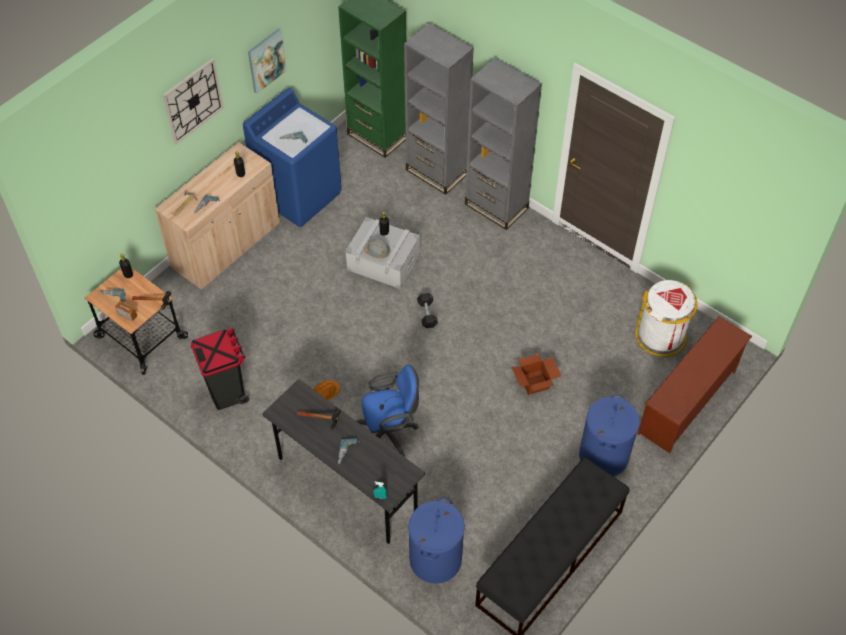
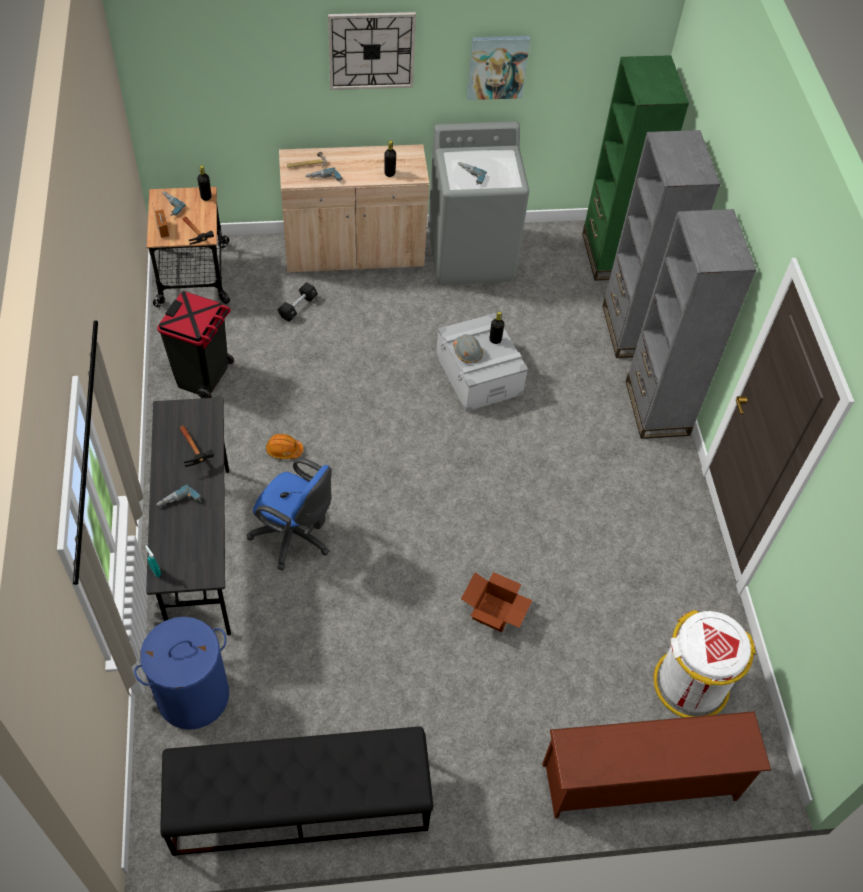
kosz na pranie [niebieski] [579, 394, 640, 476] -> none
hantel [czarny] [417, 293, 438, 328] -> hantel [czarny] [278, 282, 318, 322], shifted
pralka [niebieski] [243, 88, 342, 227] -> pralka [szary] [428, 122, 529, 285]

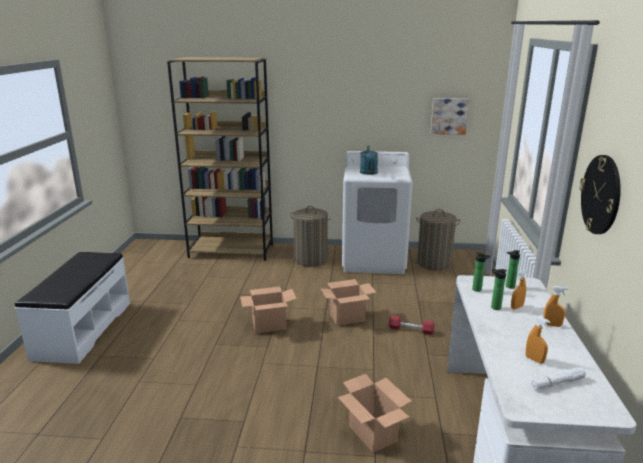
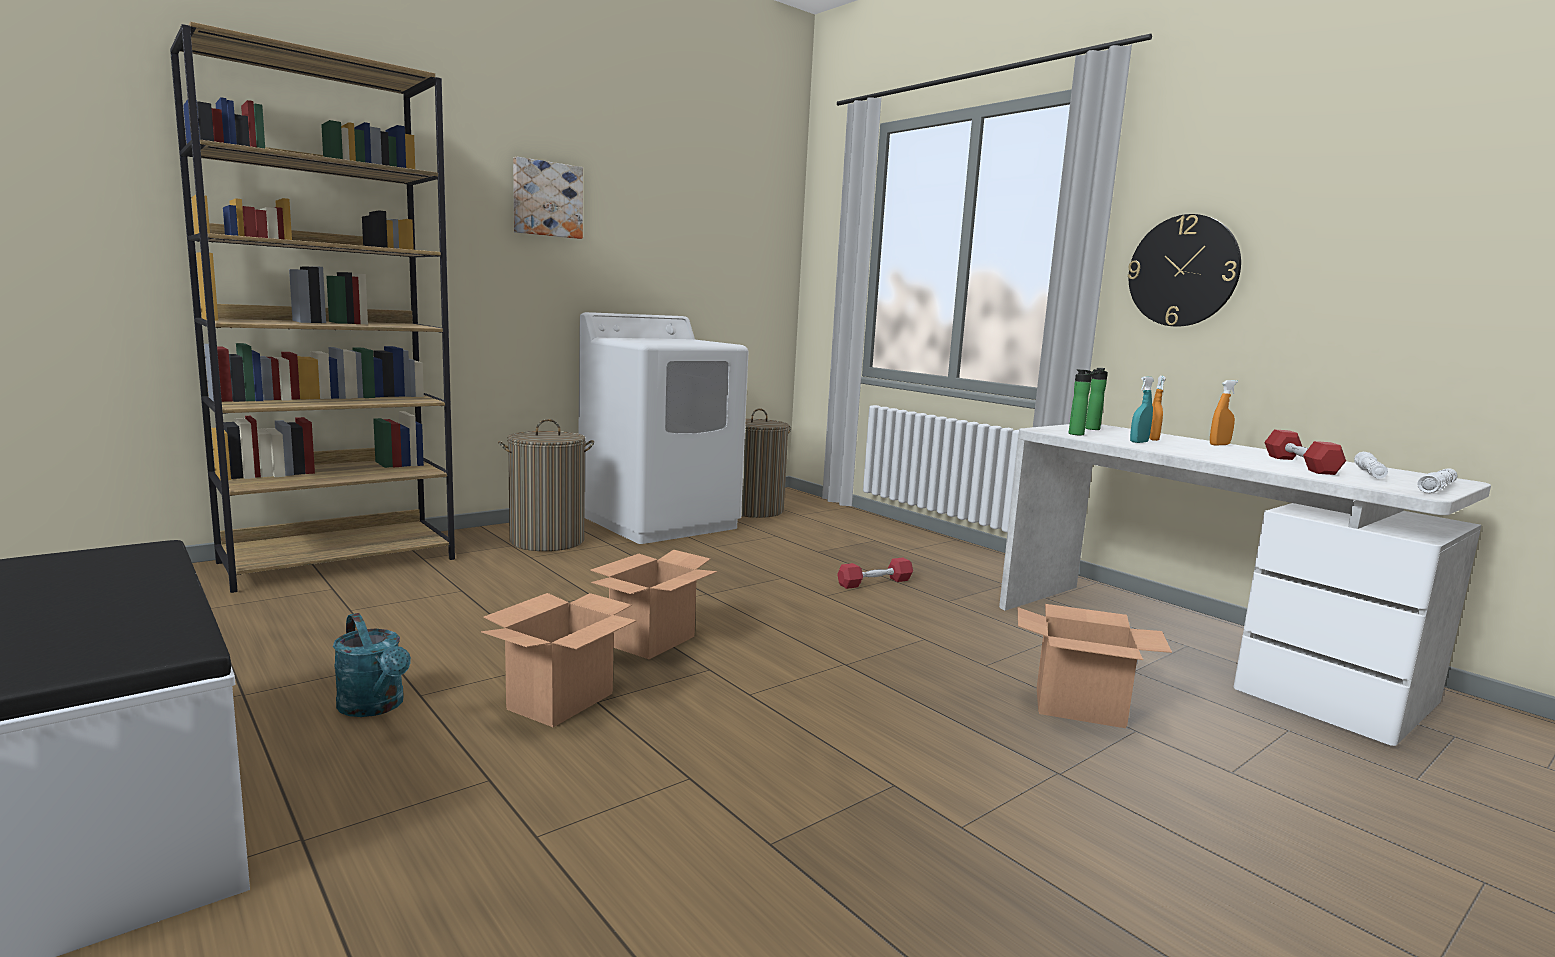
none -> latarka [biały] [1417, 468, 1457, 493]
karton [320, 279, 377, 326] -> karton [481, 593, 637, 727], shifted
konewka [turkusowy] [360, 146, 378, 175] -> konewka [turkusowy] [333, 613, 411, 717], shifted
obraz [431, 98, 469, 135] -> obraz [513, 157, 583, 239], shifted
butelka [491, 269, 507, 310] -> spryskiwacz [turkusowy] [1130, 376, 1154, 443]
spryskiwacz [pomarańczowy] [526, 316, 550, 364] -> hantel [czerwony] [1264, 429, 1346, 475]

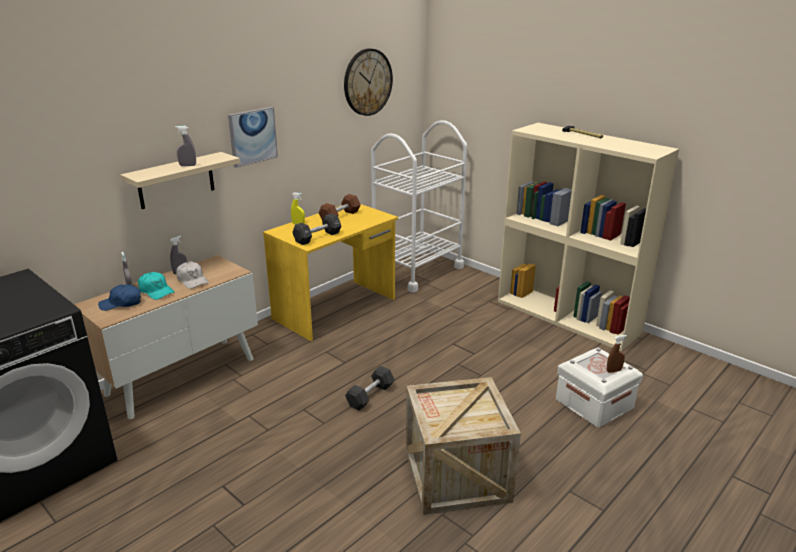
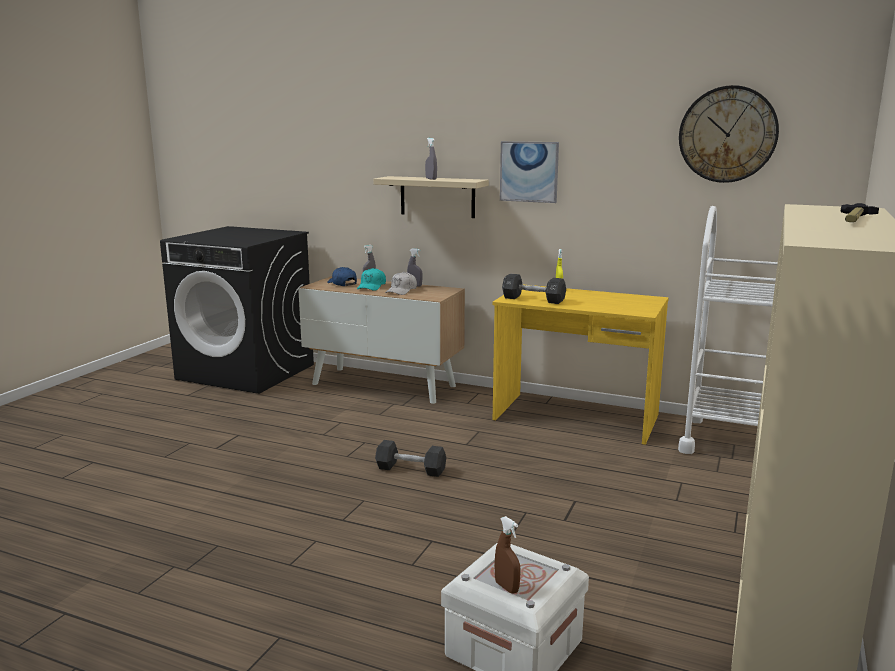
hantel [brązowy] [318, 194, 361, 222] -> none
skrzynka [406, 377, 521, 515] -> none

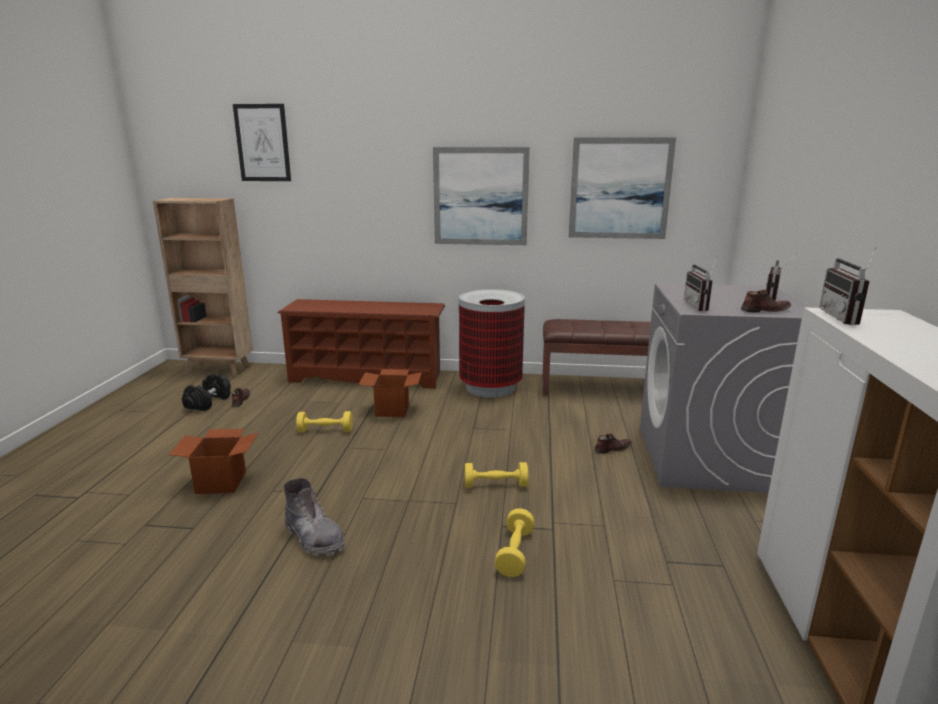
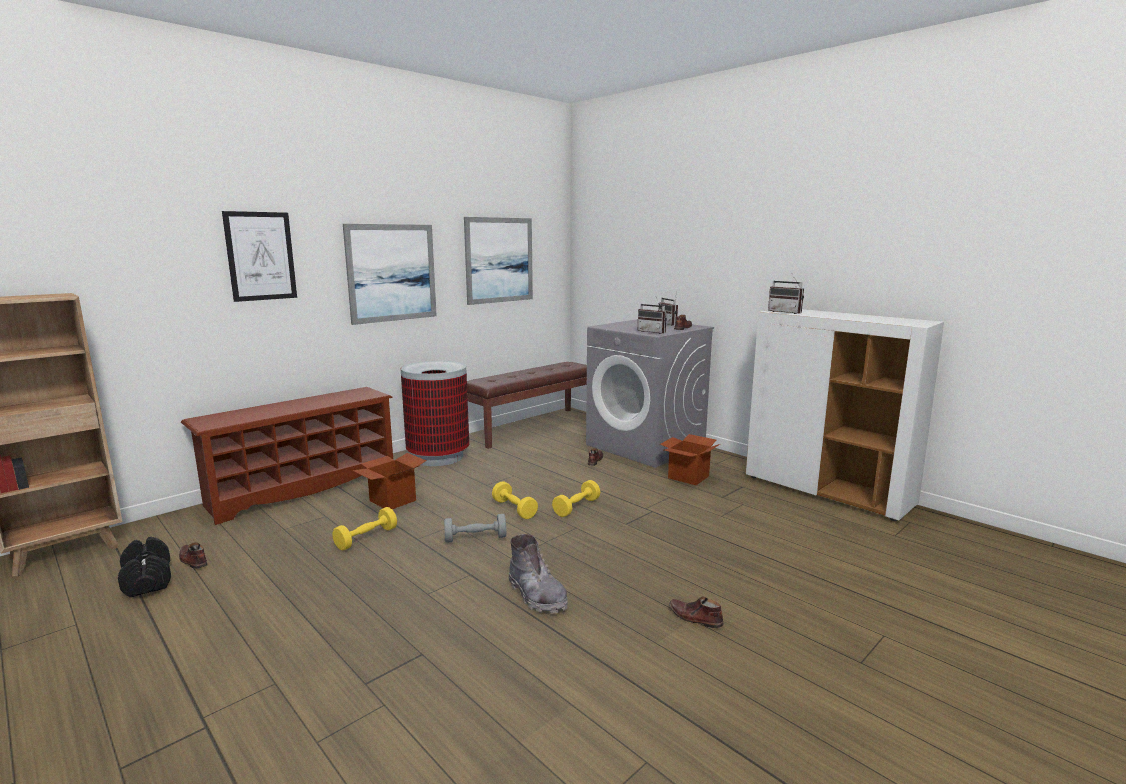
none -> hantel [szary] [444, 514, 506, 543]
none -> but [brązowy] [669, 596, 724, 628]
karton [169, 429, 258, 494] -> karton [660, 434, 720, 485], shifted
obraz [233, 104, 291, 181] -> obraz [222, 211, 297, 302], shifted
hantel [żółty] [494, 508, 535, 577] -> hantel [żółty] [492, 482, 538, 519], shifted
but z cholewką [szary] [283, 478, 345, 557] -> but z cholewką [szary] [509, 534, 568, 614], 60 degrees clockwise

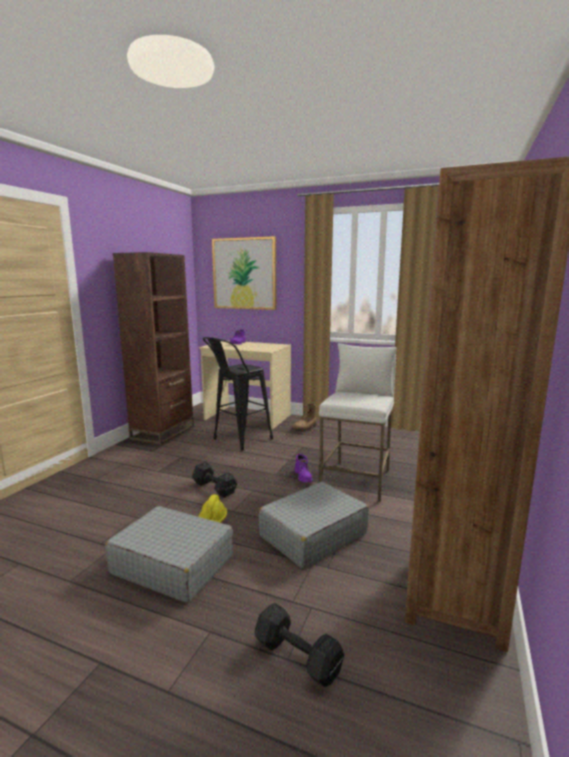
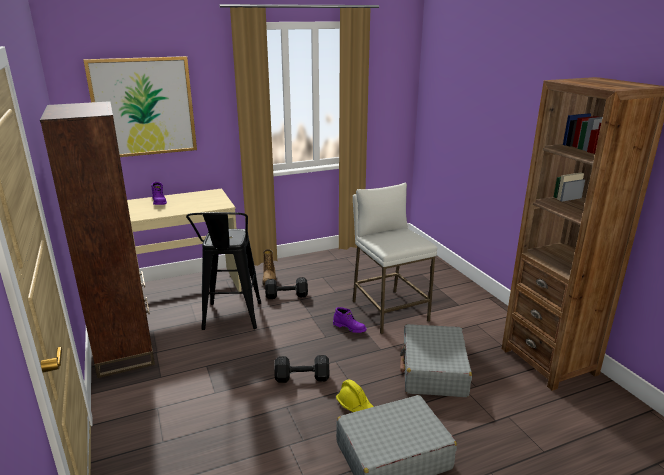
hantel [czarny] [255, 603, 344, 687] -> hantel [czarny] [265, 277, 308, 299], shifted

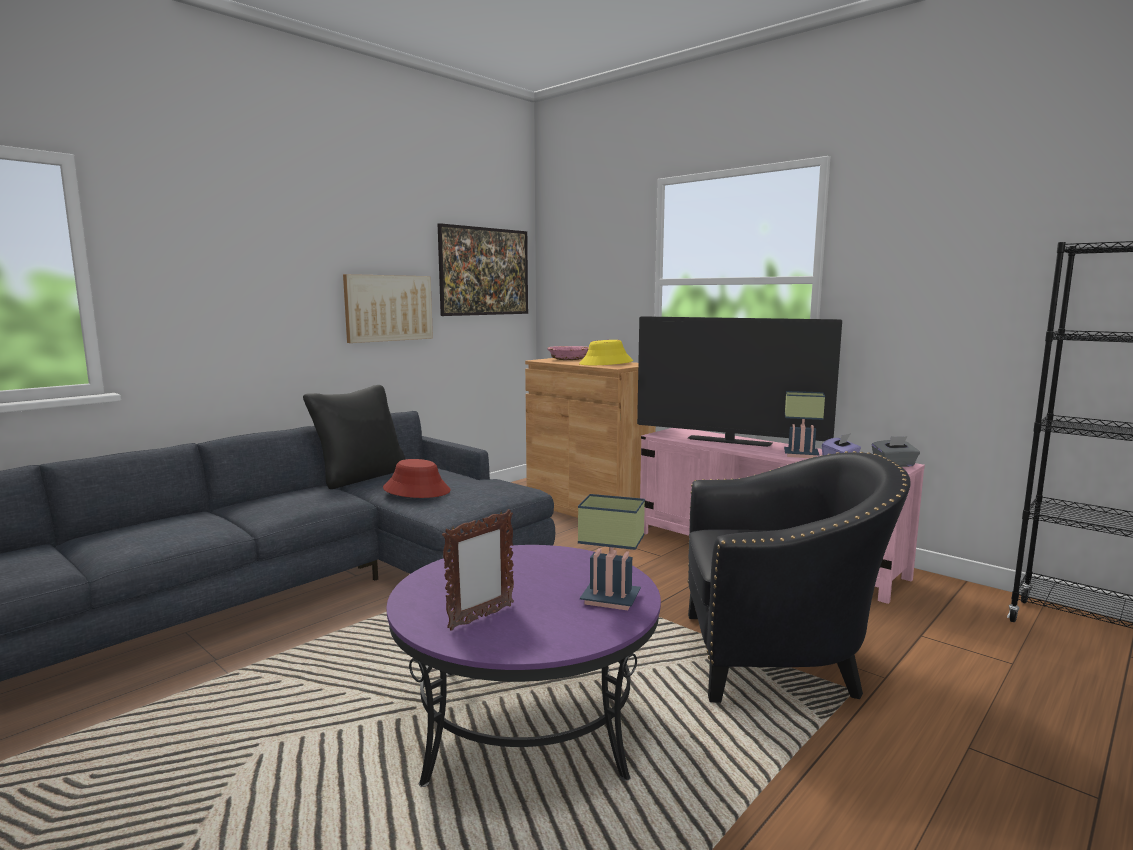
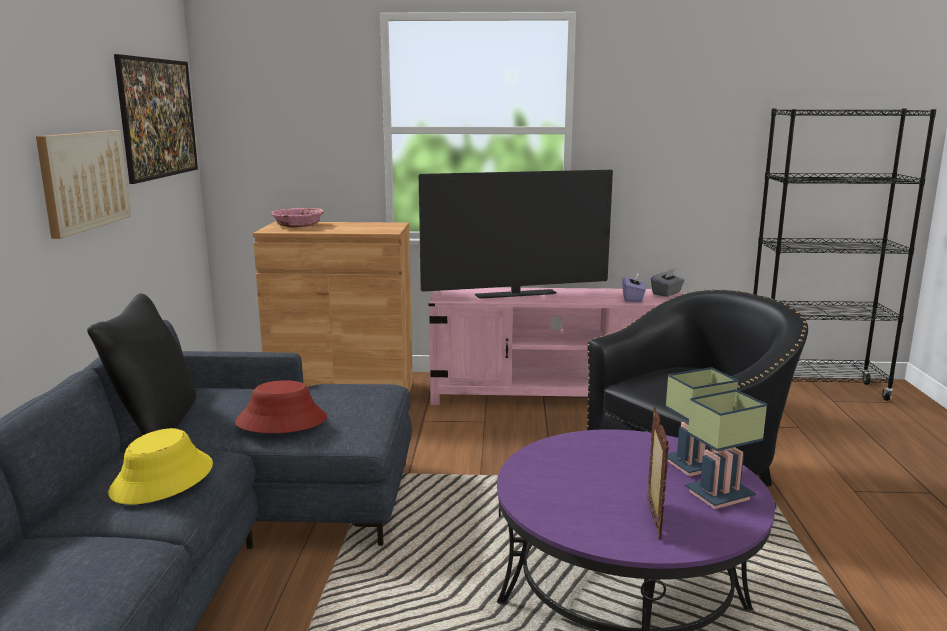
kapelusz [żółty] [579, 340, 633, 365] -> kapelusz [żółty] [108, 428, 213, 505], shifted
lampa stołowa [784, 391, 825, 458] -> lampa stołowa [685, 389, 767, 509], shifted

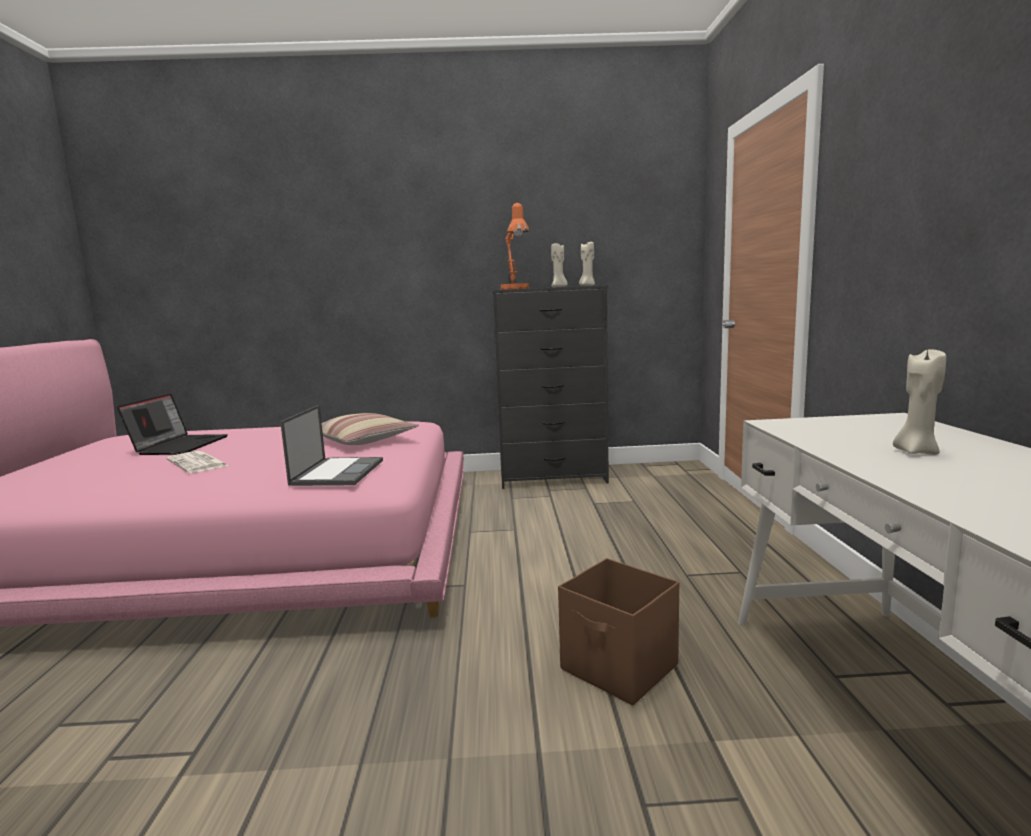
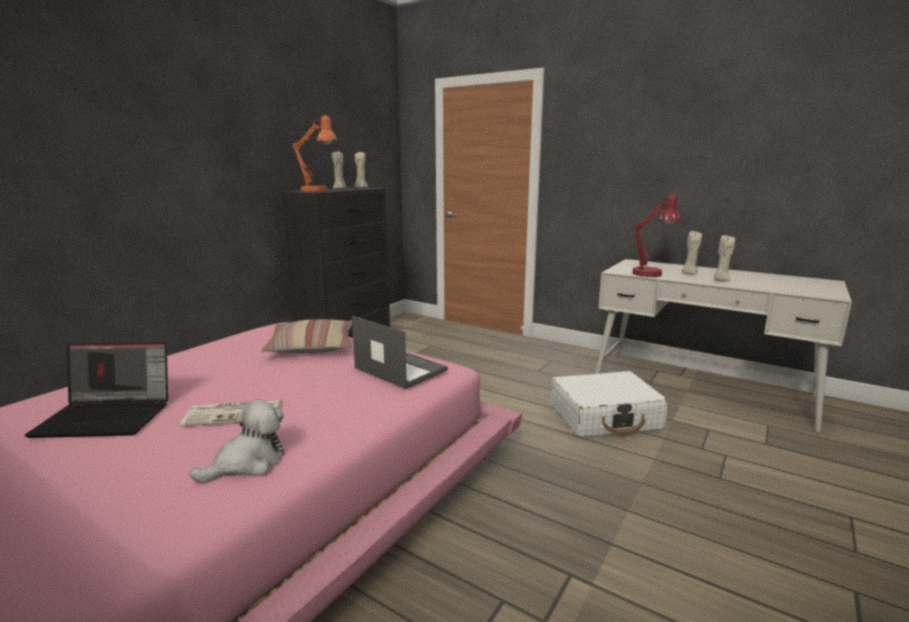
none -> pluszak [190, 400, 284, 482]
none -> lampa stołowa [czerwony] [632, 194, 681, 277]
none -> świeca [beżowy] [714, 235, 735, 281]
pojemnik do przechowywania [brązowy] [558, 558, 679, 705] -> walizka [biały] [551, 371, 668, 437]
laptop [117, 393, 228, 455] -> laptop [24, 342, 168, 438], 135 degrees clockwise

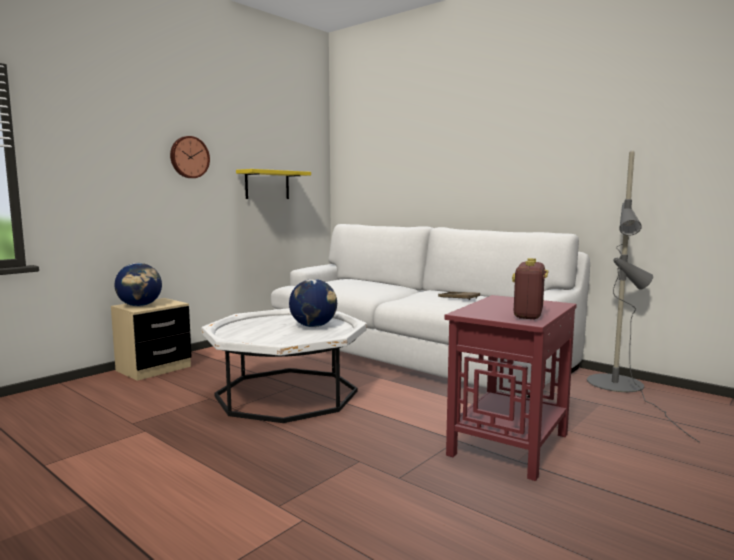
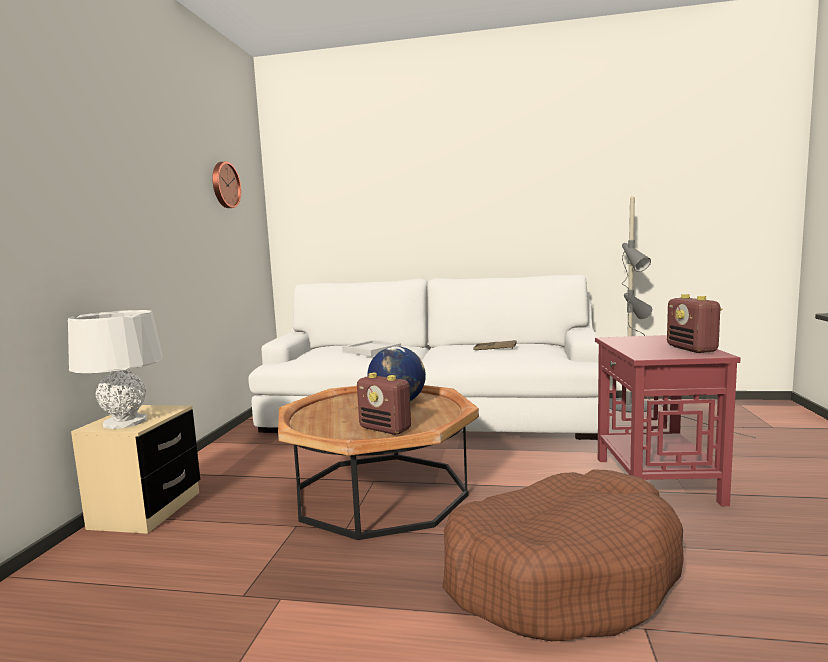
półka [żółty] [236, 169, 311, 199] -> none
none -> taca [biały] [342, 340, 401, 357]
none -> radio [357, 373, 411, 435]
none -> legowisko [brązowy] [442, 469, 684, 641]
zegar ścienny [170, 136, 210, 178] -> zegar ścienny [212, 161, 241, 208], shifted
globus [115, 263, 162, 307] -> lampa stołowa [biały] [68, 310, 163, 429]
ława [biały] [201, 308, 367, 423] -> ława [brązowy] [278, 385, 479, 540]

